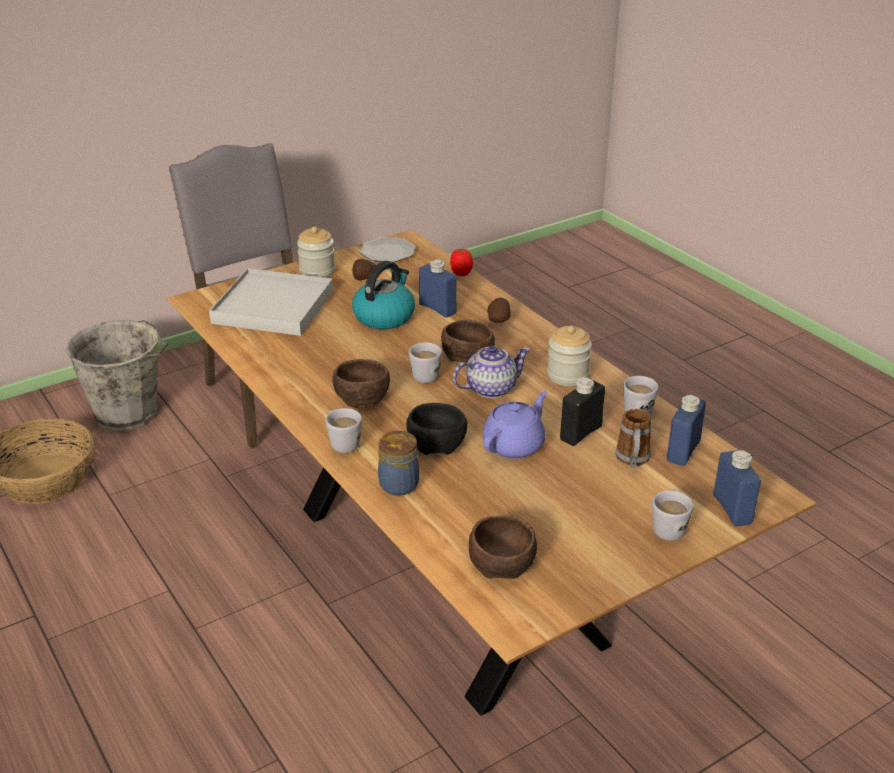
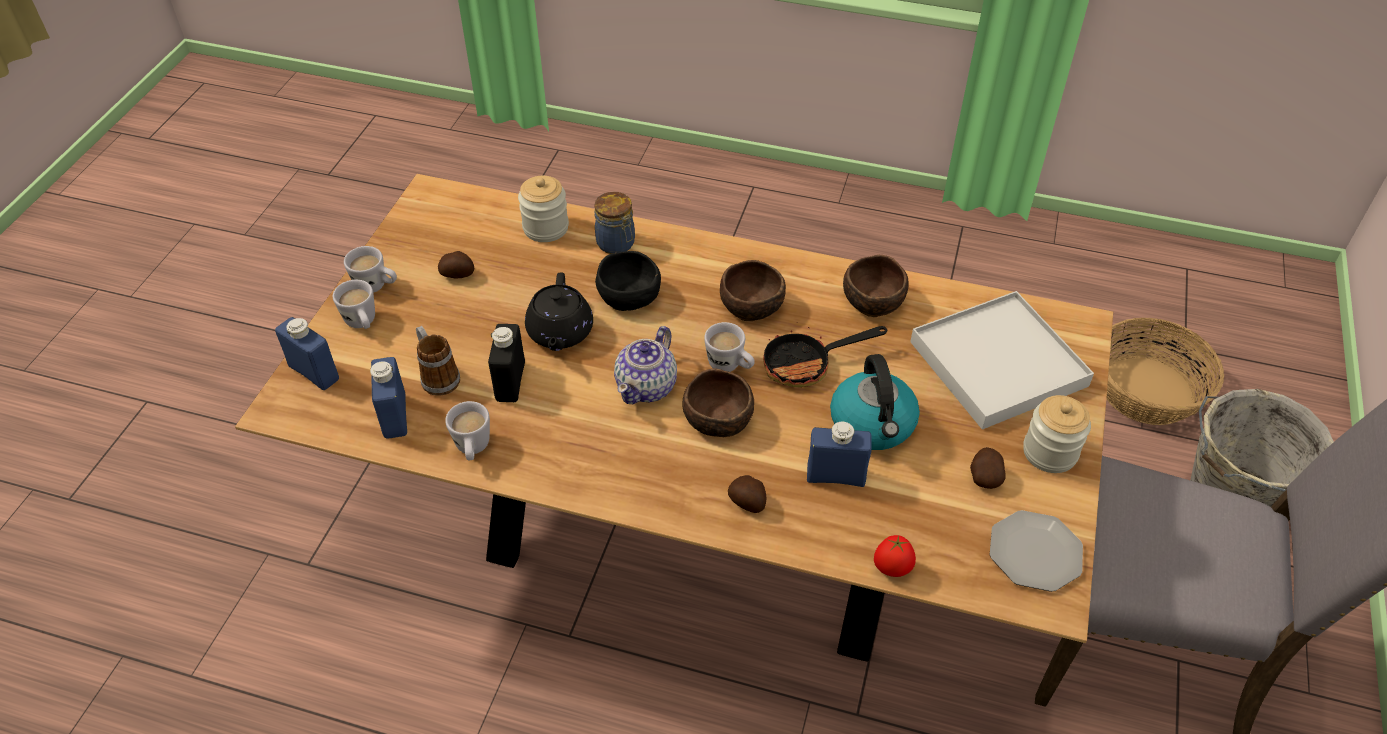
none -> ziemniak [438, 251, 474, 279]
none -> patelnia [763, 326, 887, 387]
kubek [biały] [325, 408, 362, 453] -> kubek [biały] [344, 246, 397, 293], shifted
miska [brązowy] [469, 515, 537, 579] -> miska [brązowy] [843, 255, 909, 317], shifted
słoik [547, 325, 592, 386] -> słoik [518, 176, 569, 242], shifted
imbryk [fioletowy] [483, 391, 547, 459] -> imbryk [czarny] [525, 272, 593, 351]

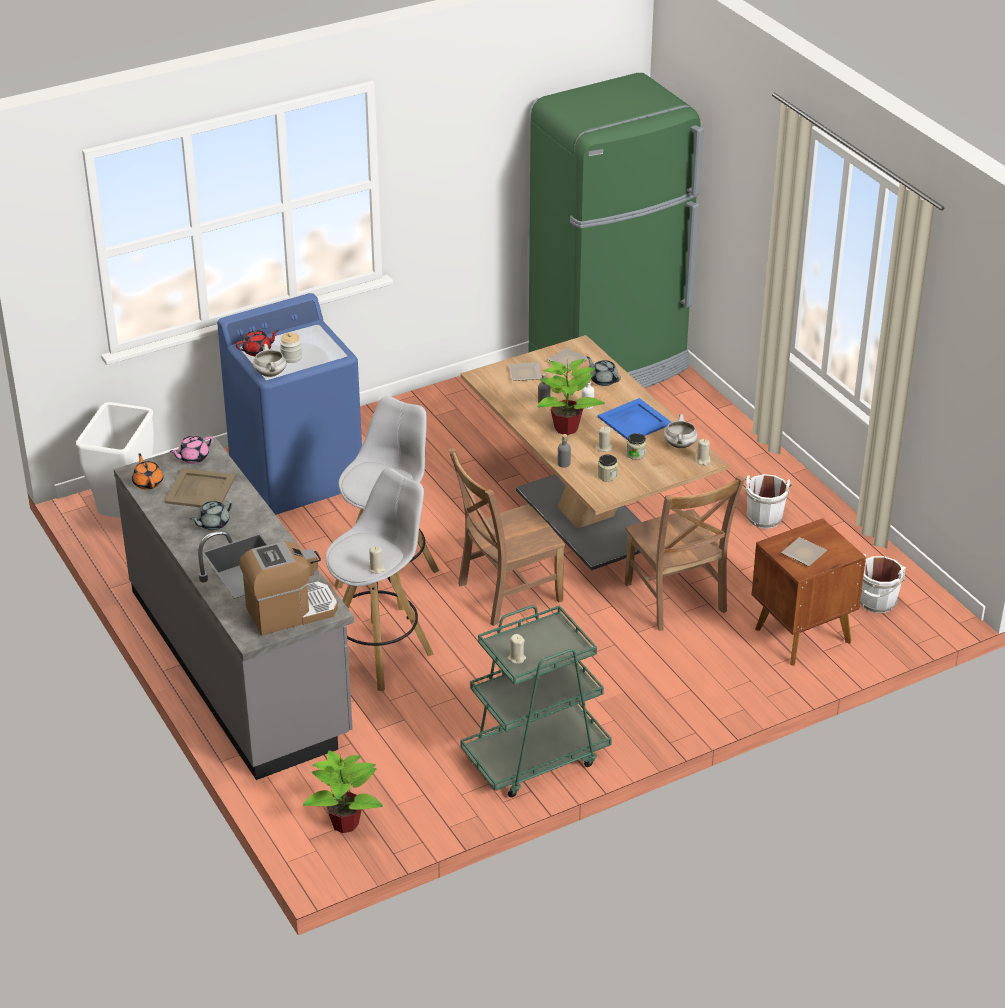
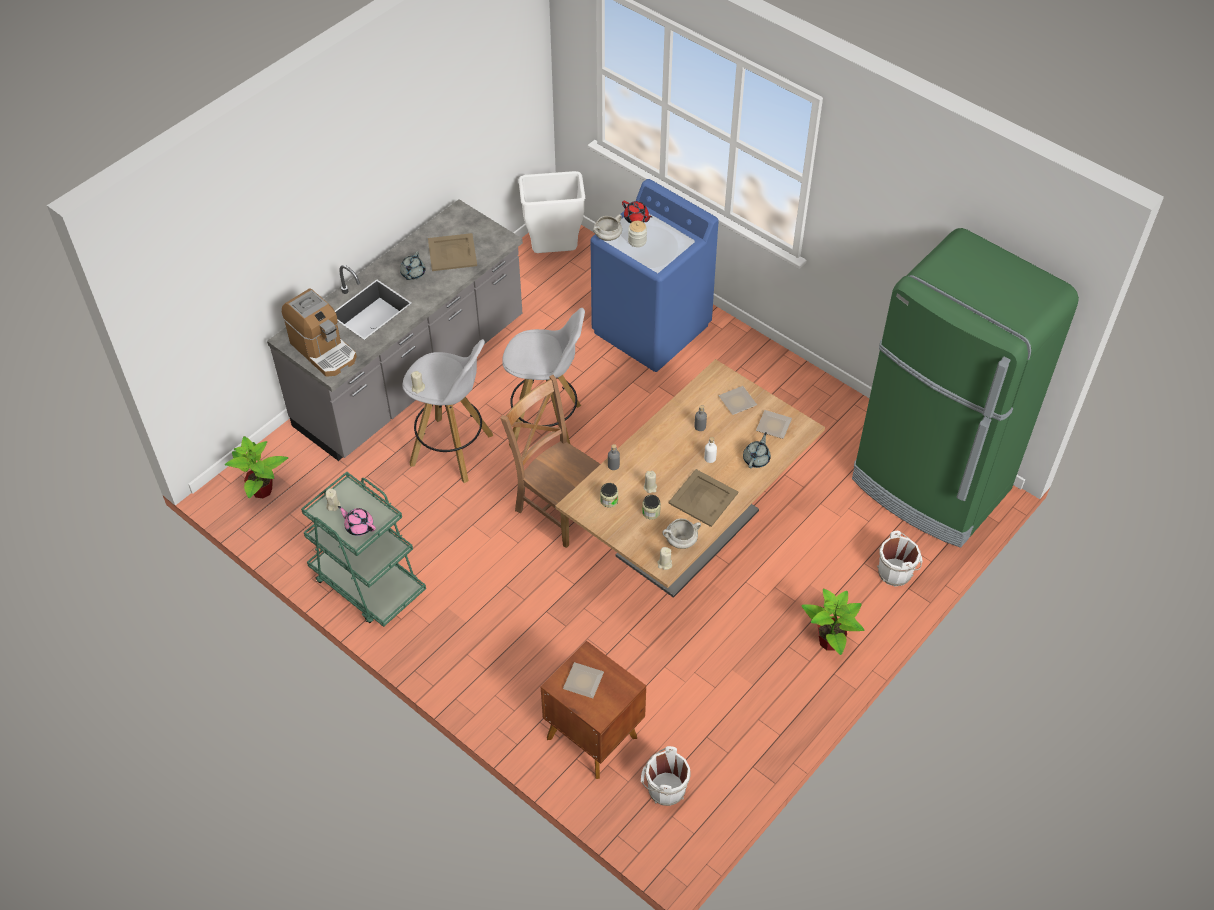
imbryk [pomarańczowy] [132, 453, 163, 490] -> none
krzesło [brązowy] [625, 476, 745, 631] -> none
imbryk [różowy] [169, 436, 213, 464] -> imbryk [różowy] [338, 506, 376, 536], shifted
roślina doniczkowa [538, 357, 605, 435] -> roślina doniczkowa [801, 589, 864, 655], shifted
wiadro [biały] [744, 474, 792, 529] -> wiadro [biały] [877, 531, 923, 587], shifted
taca [niebieski] [598, 398, 671, 440] -> taca [beżowy] [668, 469, 738, 527]
imbryk [szary] [190, 501, 233, 530] -> imbryk [szary] [400, 251, 426, 280], 105 degrees counterclockwise

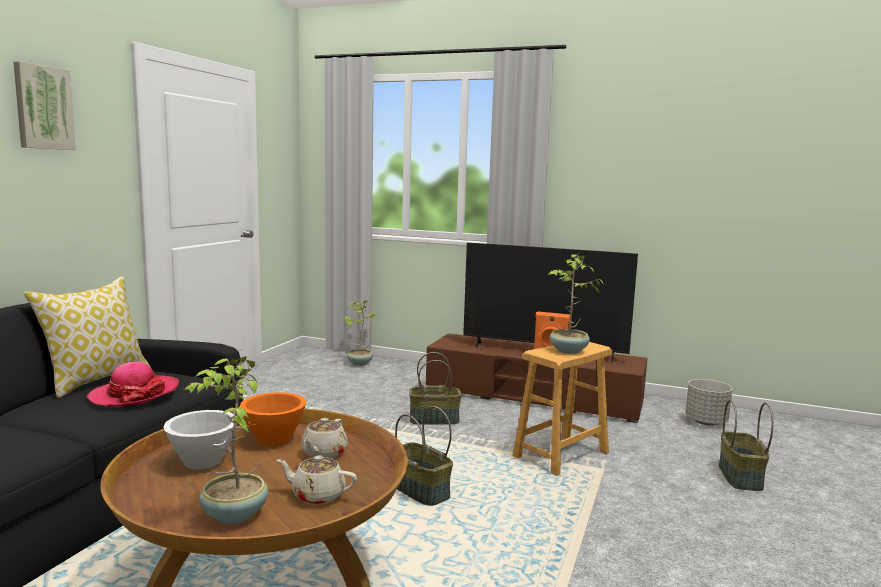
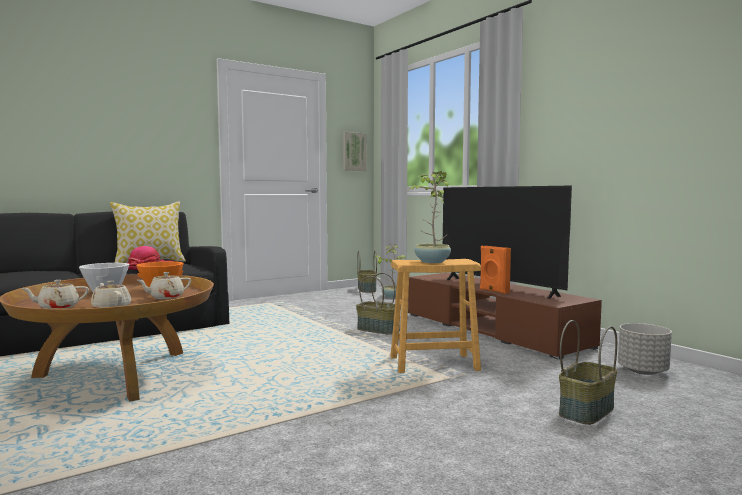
obraz [13, 61, 76, 150] -> obraz [343, 132, 367, 171], shifted
koszyk [395, 406, 453, 506] -> koszyk [357, 251, 377, 293], shifted
roślina doniczkowa [185, 356, 268, 524] -> imbryk [beżowy] [21, 280, 89, 309]

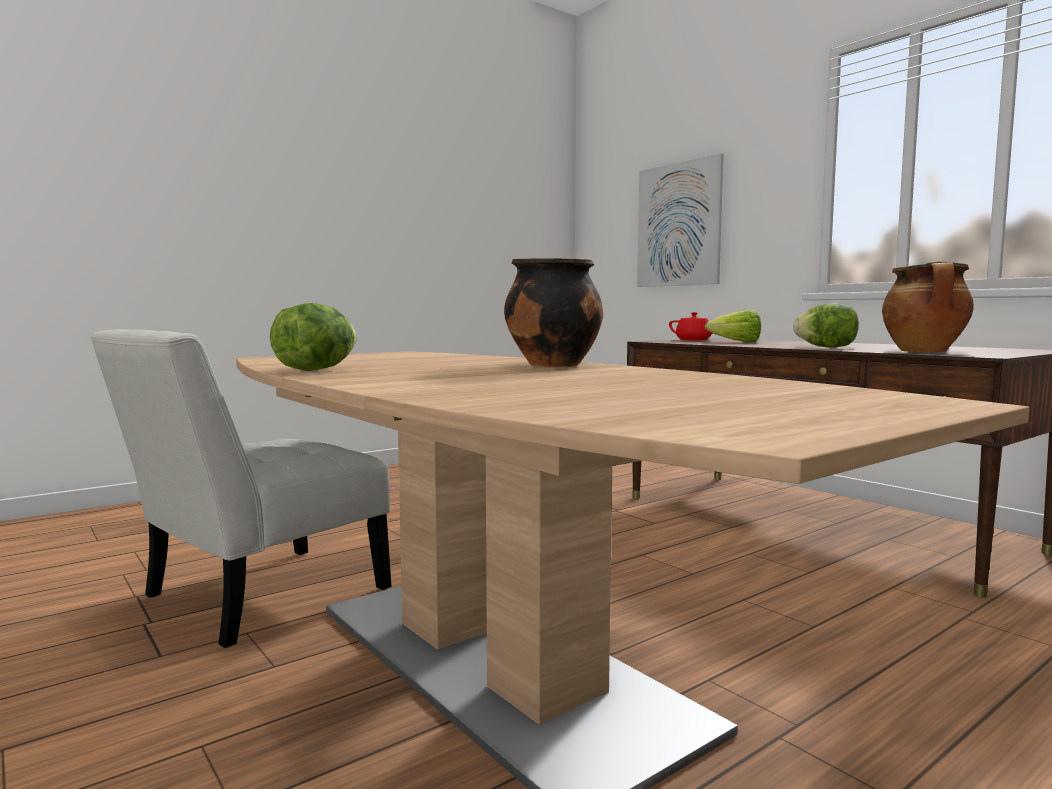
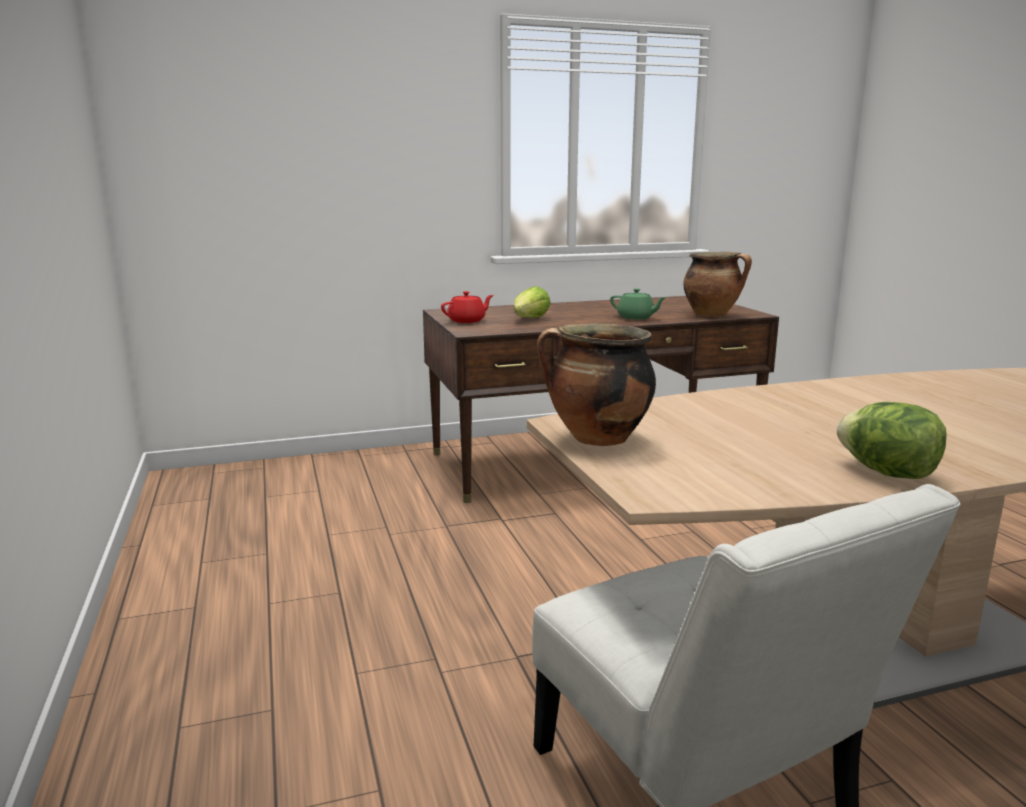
obraz [637, 153, 723, 287] -> none
garnek [504, 258, 603, 368] -> garnek [537, 324, 656, 446], shifted
sałata [793, 303, 859, 348] -> imbryk [zielony] [610, 288, 667, 320]

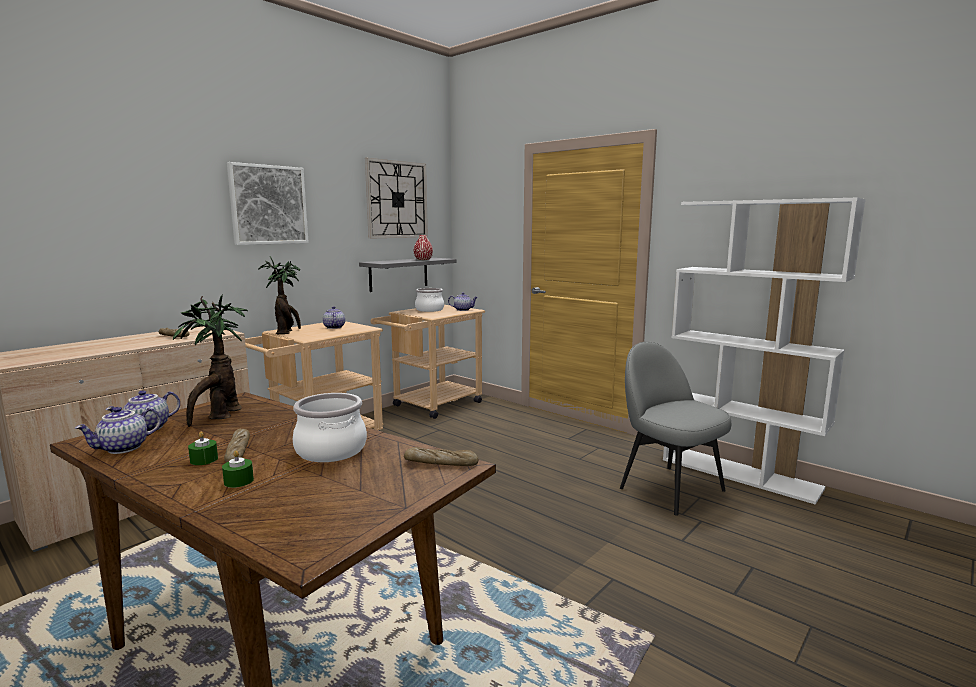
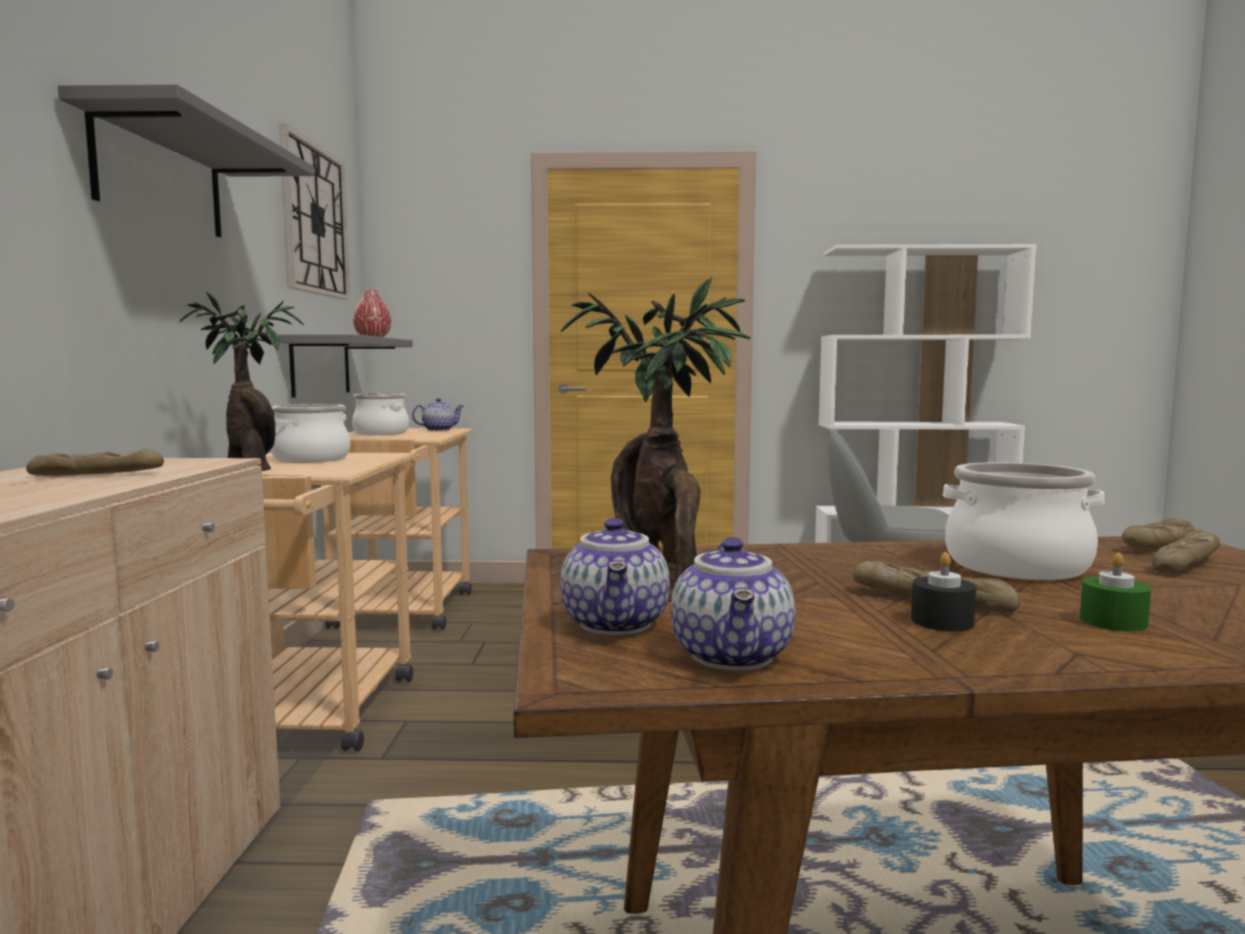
none -> chleb [1152, 530, 1220, 573]
obraz [227, 162, 309, 245] -> półka [szary] [58, 84, 314, 237]
imbryk [323, 306, 345, 329] -> garnek [271, 404, 350, 463]
świeca [zielony] [188, 431, 218, 465] -> świeca [czarny] [911, 552, 976, 631]

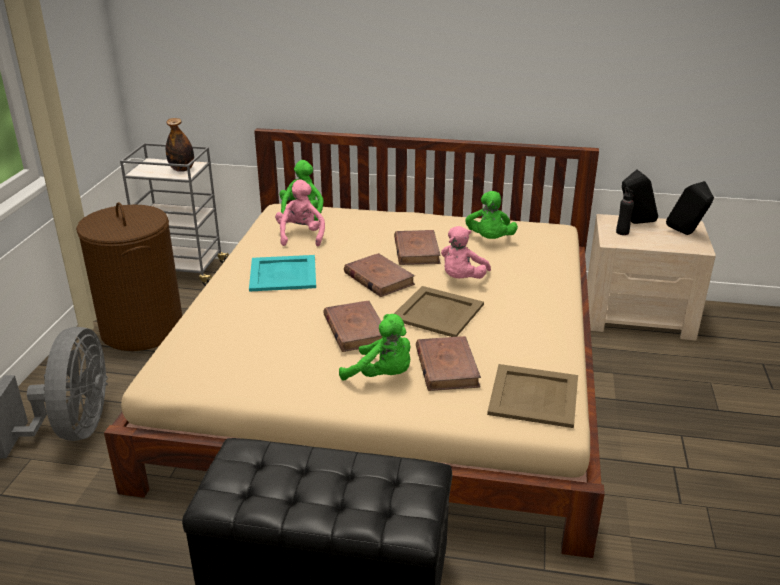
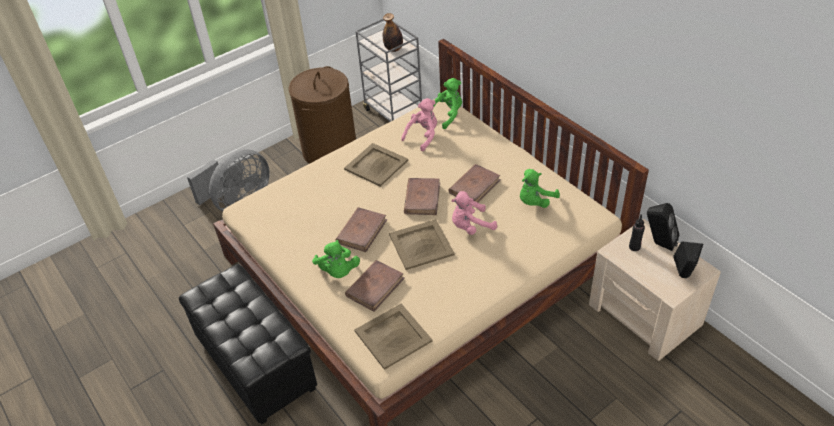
taca [turkusowy] [249, 255, 316, 292] -> taca [beżowy] [344, 143, 408, 187]

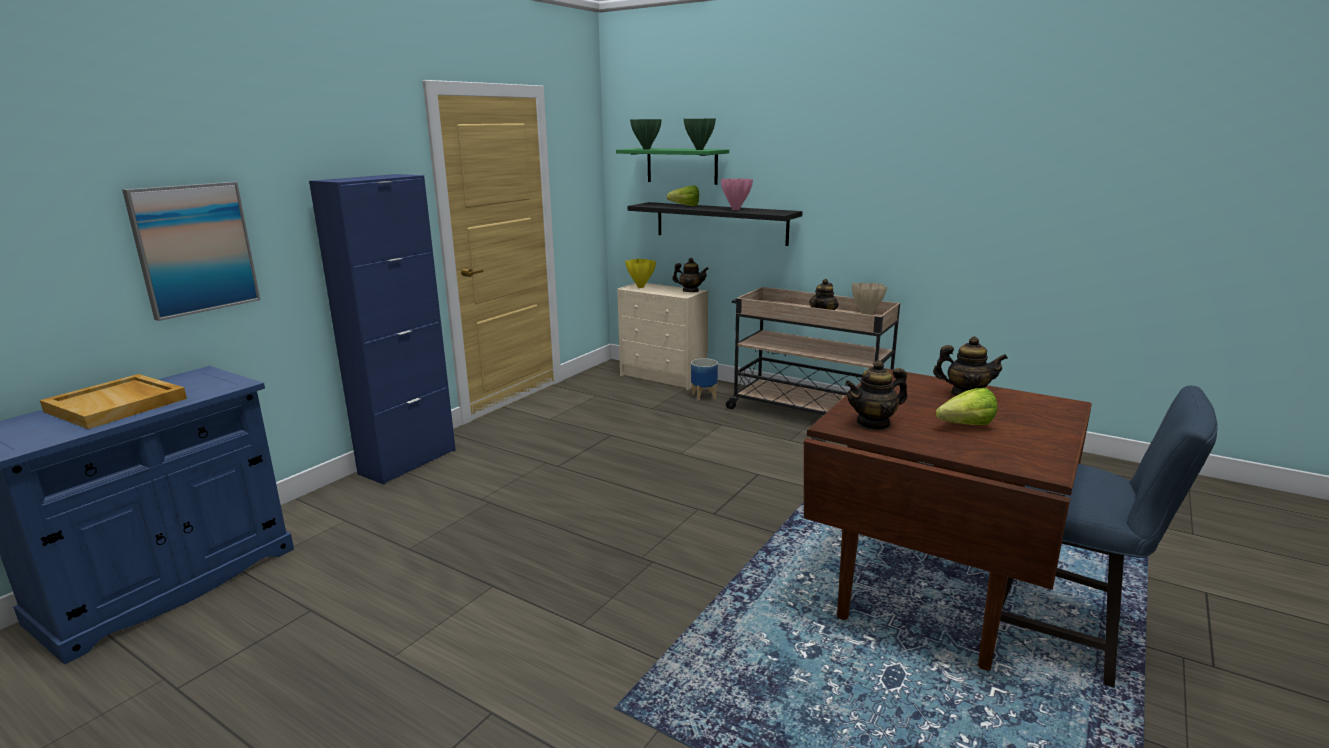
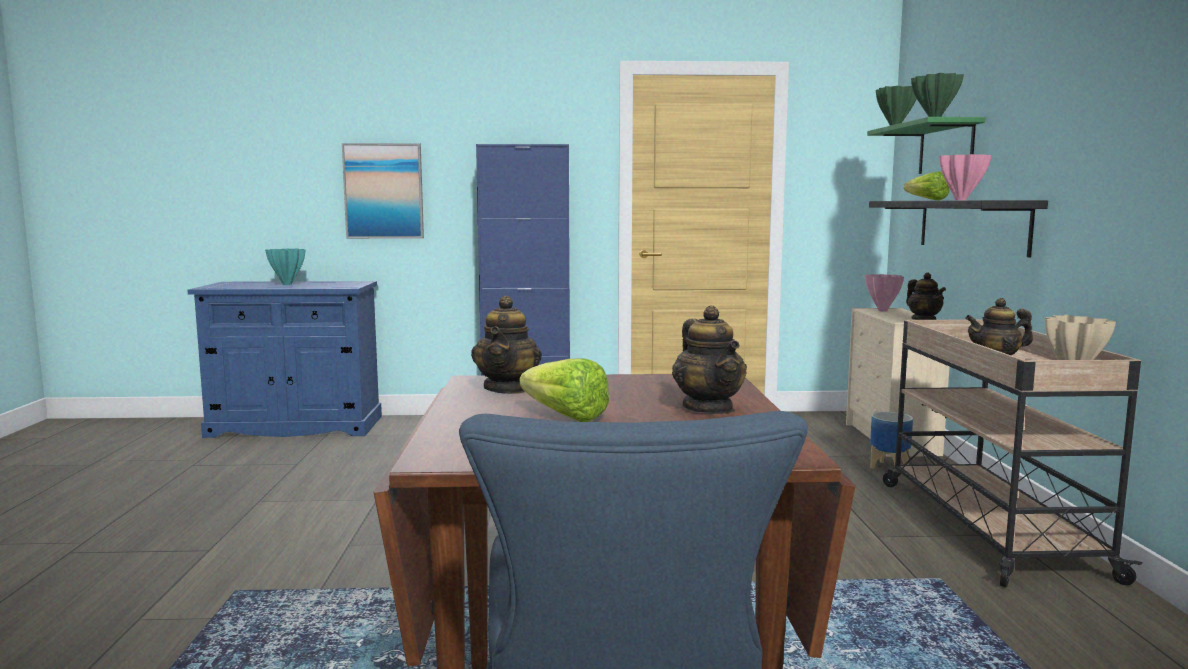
taca [beżowy] [40, 374, 187, 429] -> wazon [turkusowy] [265, 249, 305, 285]
wazon [żółty] [625, 258, 656, 288] -> wazon [różowy] [865, 274, 904, 312]
imbryk [845, 360, 907, 430] -> imbryk [471, 295, 542, 394], 120 degrees counterclockwise

